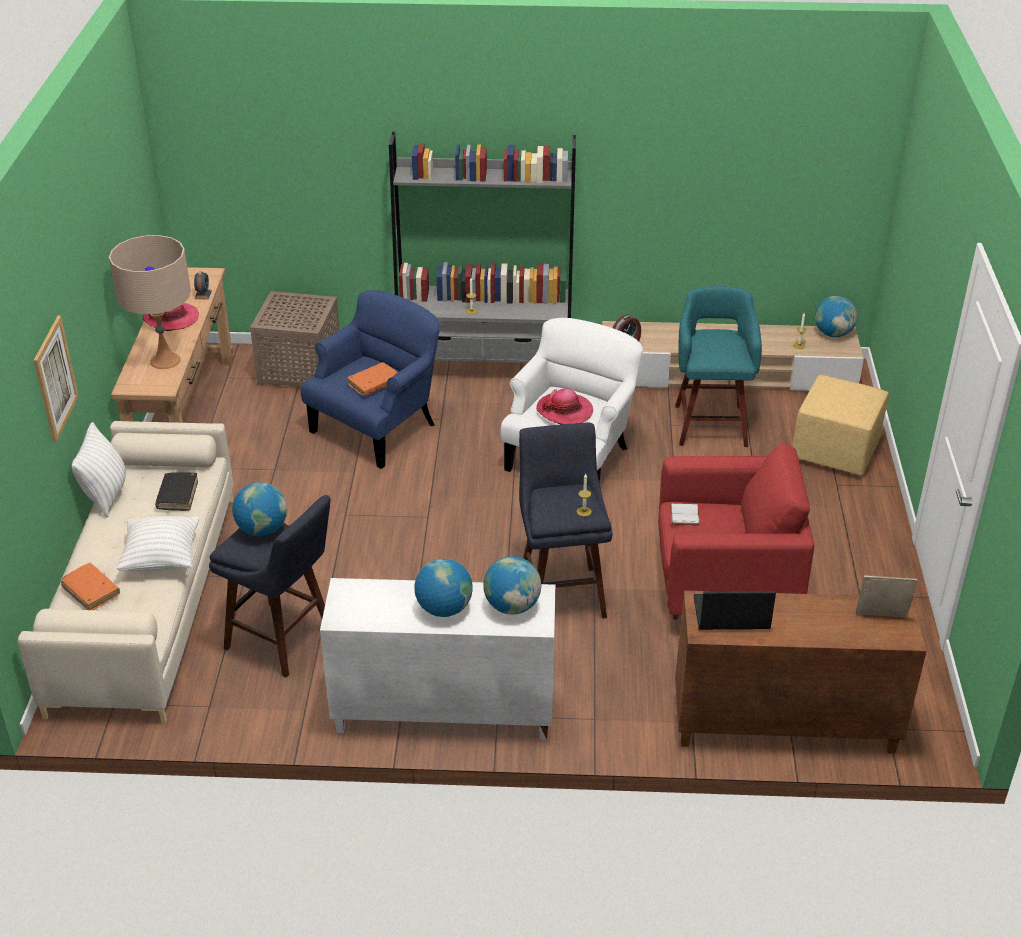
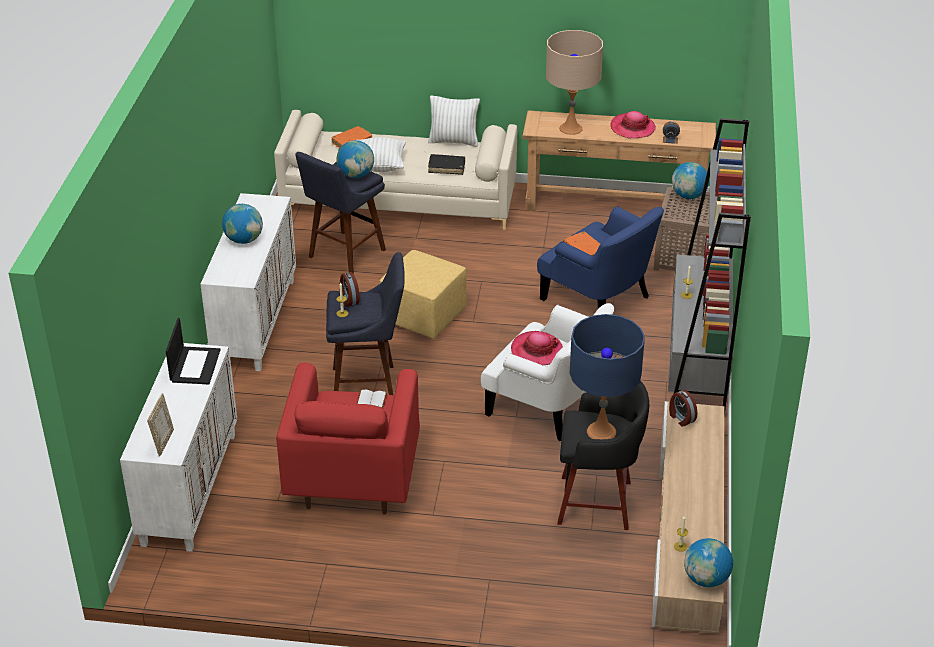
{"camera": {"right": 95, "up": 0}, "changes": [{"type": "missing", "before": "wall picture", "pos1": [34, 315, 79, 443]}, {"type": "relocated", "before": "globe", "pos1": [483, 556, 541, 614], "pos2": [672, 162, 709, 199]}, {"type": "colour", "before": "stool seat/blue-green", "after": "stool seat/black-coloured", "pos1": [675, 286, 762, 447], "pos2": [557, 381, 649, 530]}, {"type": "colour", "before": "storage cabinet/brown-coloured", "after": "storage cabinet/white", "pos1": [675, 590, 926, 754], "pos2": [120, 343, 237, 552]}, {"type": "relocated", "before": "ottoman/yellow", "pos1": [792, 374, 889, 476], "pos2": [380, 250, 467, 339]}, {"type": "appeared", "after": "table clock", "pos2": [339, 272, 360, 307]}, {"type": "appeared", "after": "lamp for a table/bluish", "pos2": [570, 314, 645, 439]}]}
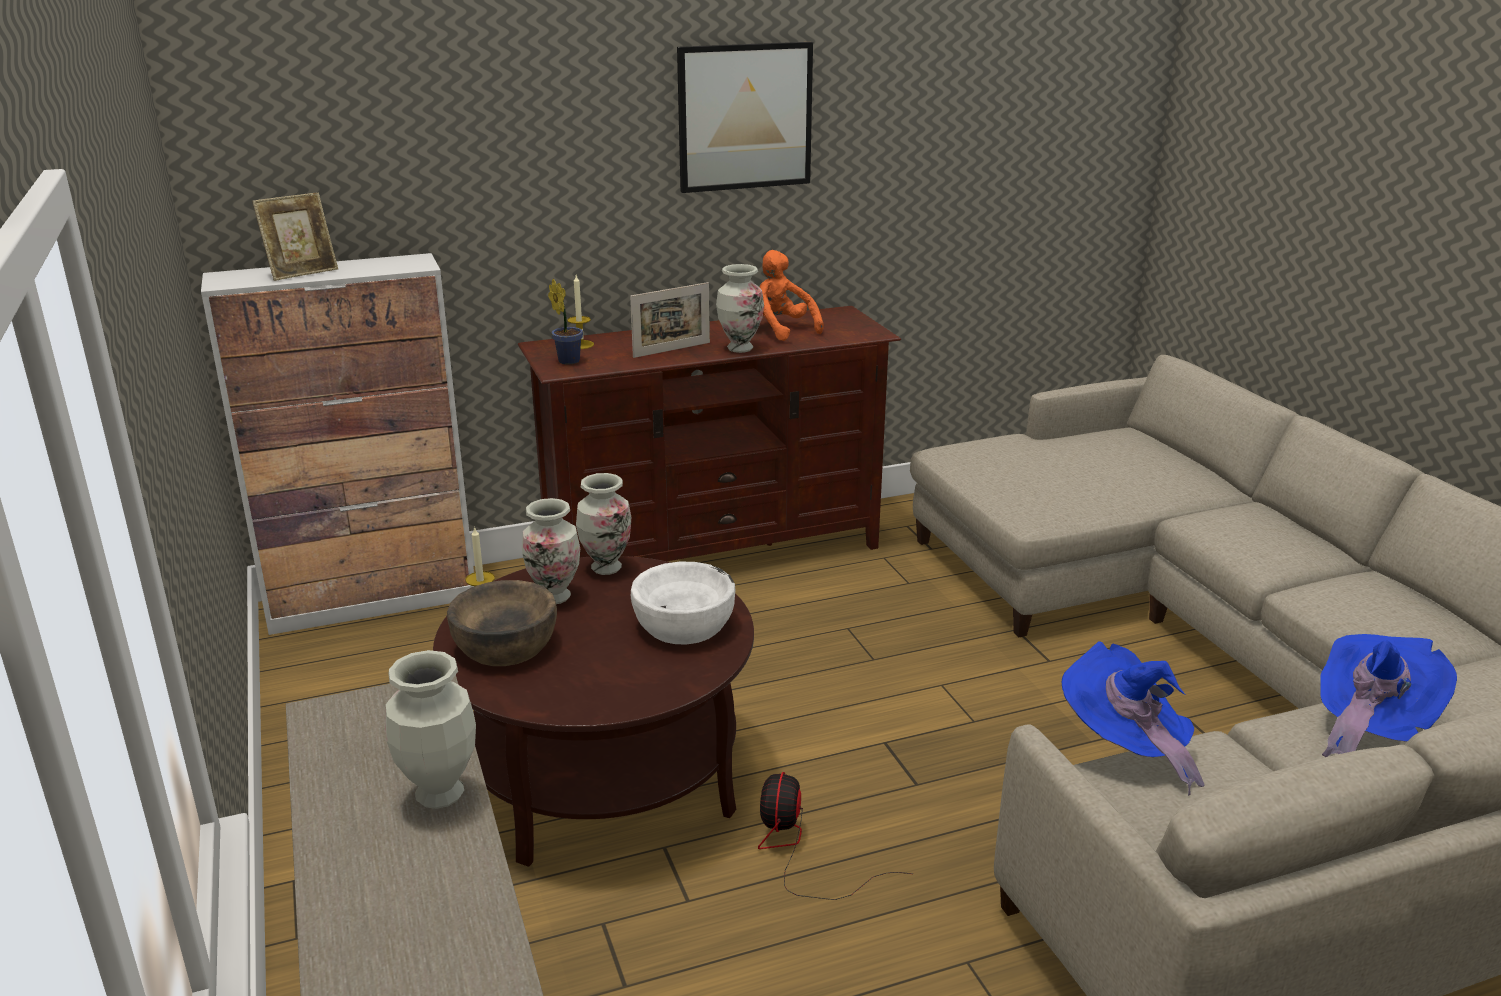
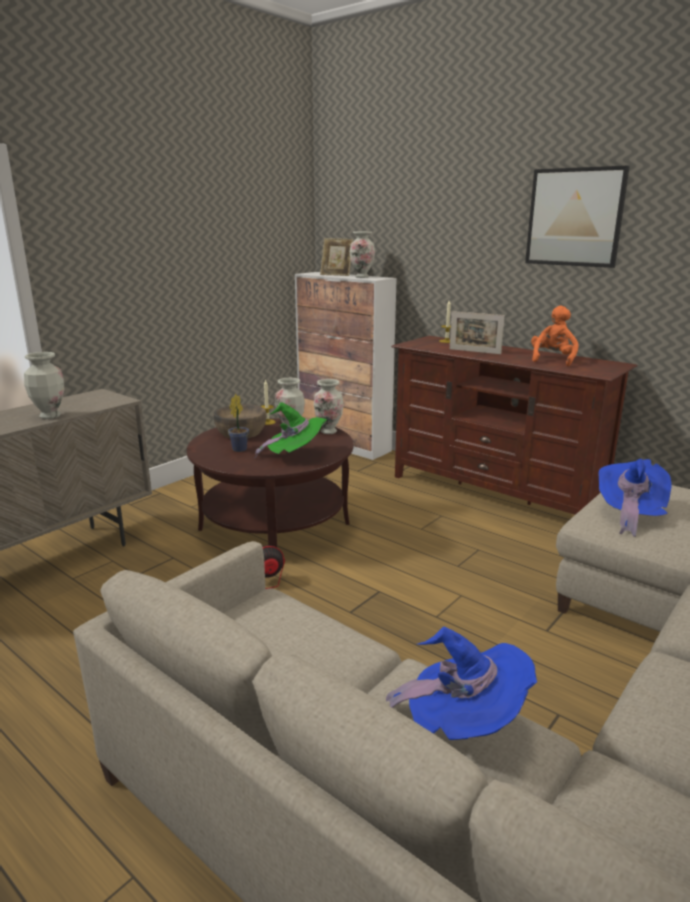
{"camera": {"right": 60, "up": -5}, "changes": [{"type": "relocated", "before": "houseplant", "pos1": [548, 279, 583, 365], "pos2": [228, 394, 249, 452]}, {"type": "exchanged", "before": "serving bowl/white", "after": "clothing hat/green-coloured", "pos1": [631, 562, 735, 644], "pos2": [254, 402, 327, 459]}, {"type": "relocated", "before": "flower vase", "pos1": [716, 264, 764, 353], "pos2": [350, 231, 375, 278]}, {"type": "relocated", "before": "clothing hat/bluish", "pos1": [1061, 641, 1205, 796], "pos2": [599, 459, 672, 537]}]}
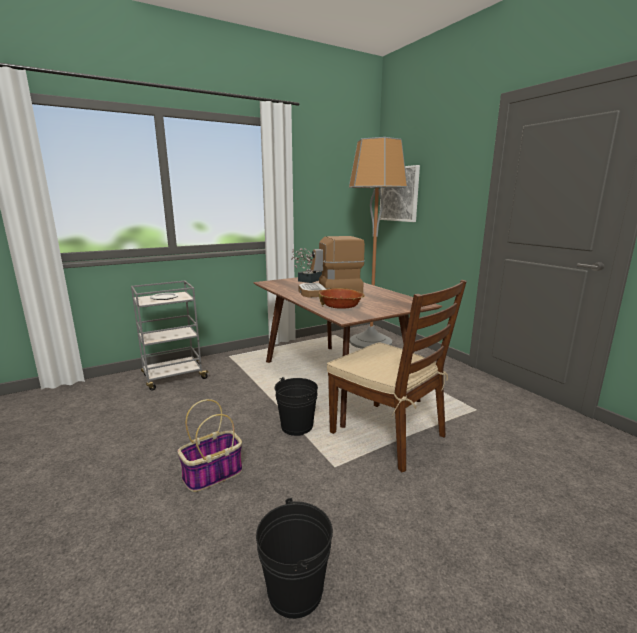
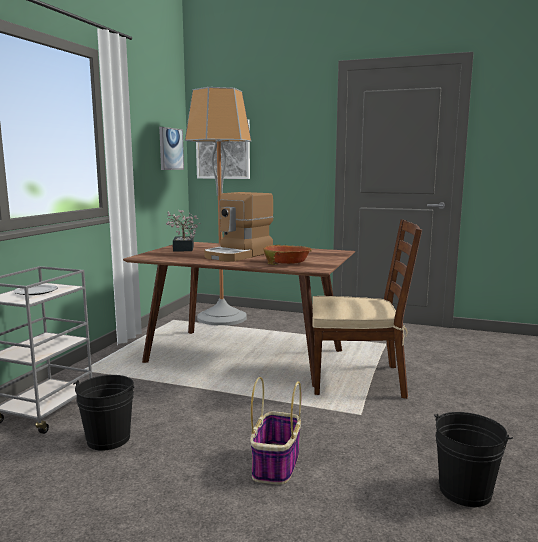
{"camera": {"right": -40, "up": -5}, "changes": [{"type": "relocated", "before": "bucket/black-coloured", "pos1": [275, 377, 318, 436], "pos2": [73, 375, 134, 451]}, {"type": "appeared", "after": "wall picture", "pos2": [159, 127, 184, 170]}]}
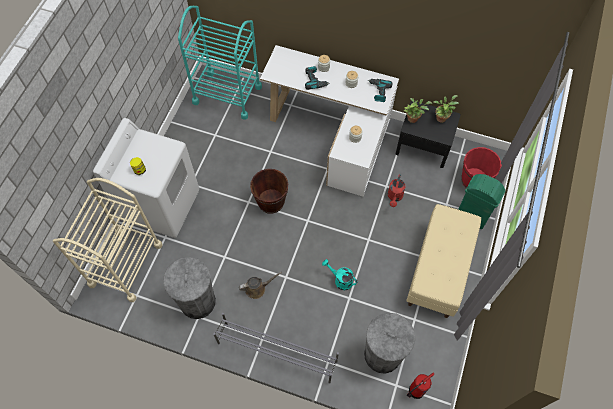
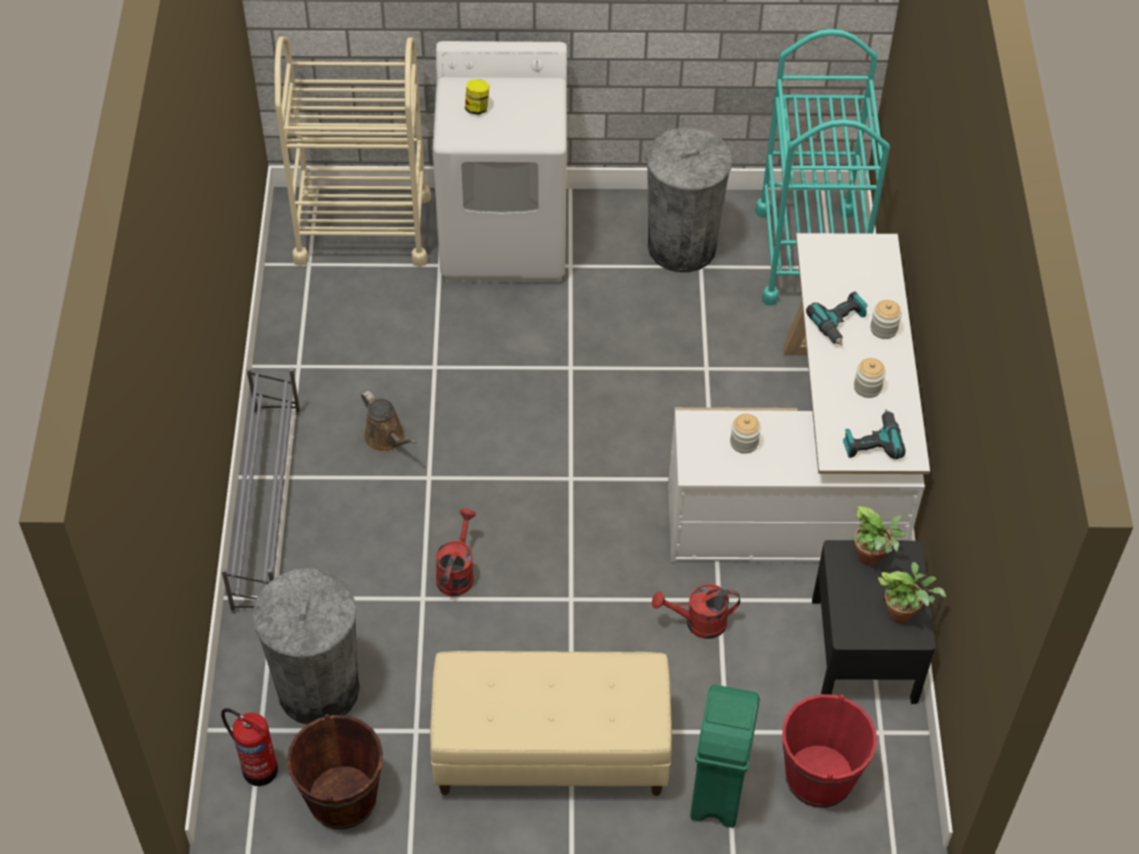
{"camera": {"right": 70, "up": -10}, "changes": [{"type": "relocated", "before": "trash can/gray", "pos1": [163, 257, 216, 319], "pos2": [646, 127, 733, 273]}, {"type": "relocated", "before": "bucket/brown-coloured", "pos1": [250, 169, 288, 214], "pos2": [287, 714, 383, 829]}, {"type": "colour", "before": "watering can/blue-green", "after": "watering can/reddish", "pos1": [322, 259, 358, 290], "pos2": [435, 509, 476, 596]}]}
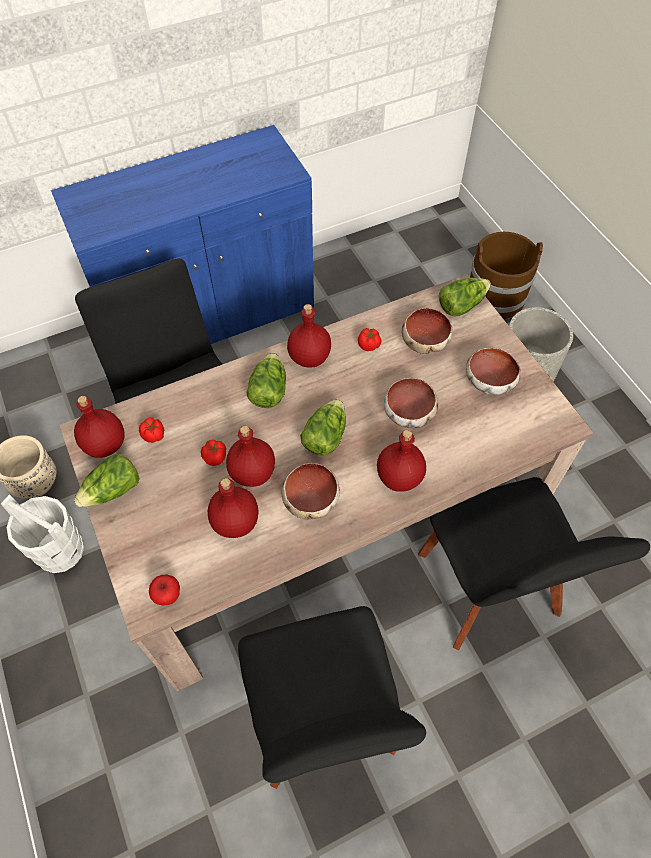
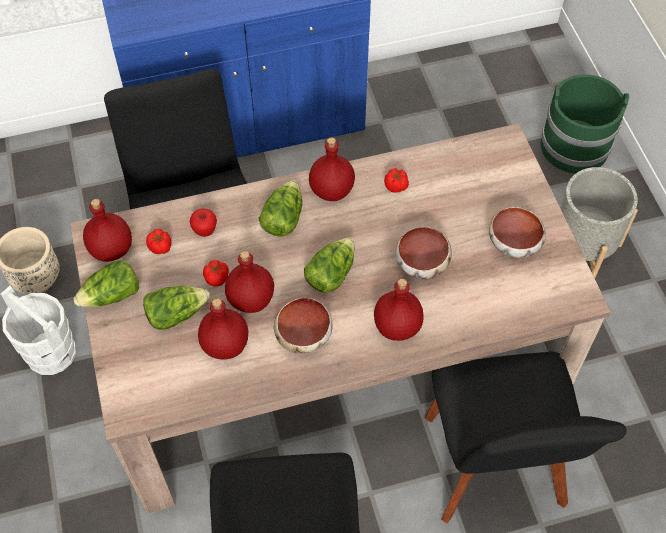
{"camera": {"right": 10, "up": 0}, "changes": [{"type": "relocated", "before": "apple fruit", "pos1": [149, 575, 180, 606], "pos2": [190, 208, 217, 237]}, {"type": "missing", "before": "serving bowl", "pos1": [402, 308, 453, 354]}, {"type": "relocated", "before": "lettuce", "pos1": [438, 278, 491, 316], "pos2": [143, 286, 210, 330]}, {"type": "colour", "before": "bucket/brown-coloured", "after": "bucket/green-coloured", "pos1": [470, 232, 543, 319], "pos2": [541, 74, 629, 173]}]}
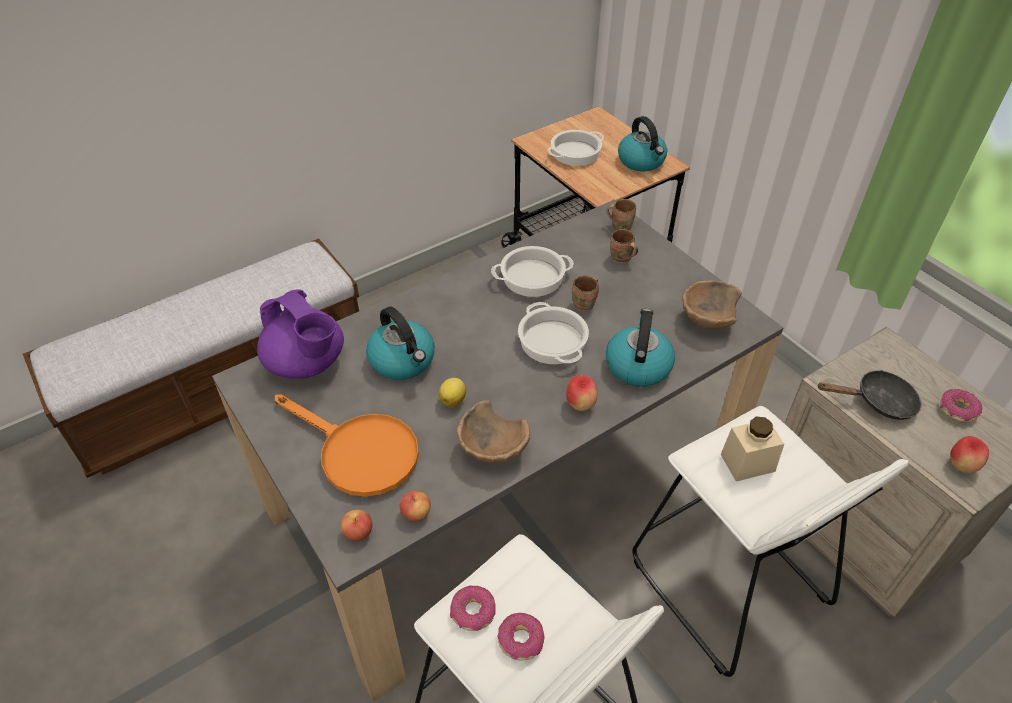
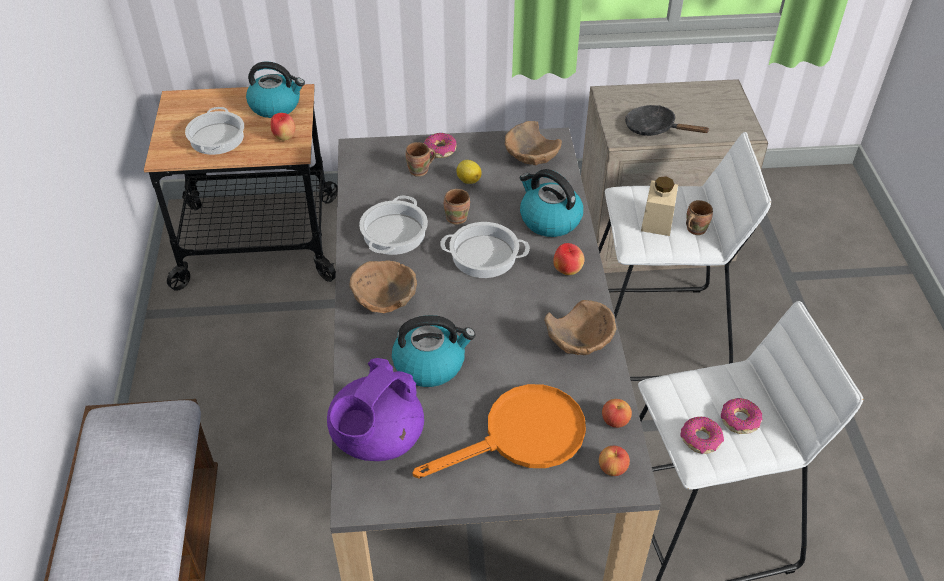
{"camera": {"right": -60, "up": 0}, "changes": [{"type": "spun", "before": "pot for tea/purple", "pos1": [257, 290, 344, 379], "pos2": [327, 358, 424, 461], "turn": 135}, {"type": "relocated", "before": "citrus fruit", "pos1": [438, 378, 466, 407], "pos2": [456, 160, 481, 184]}, {"type": "relocated", "before": "mug/brown-coloured", "pos1": [607, 199, 636, 231], "pos2": [686, 200, 713, 235]}, {"type": "spun", "before": "skillet/black-coloured", "pos1": [817, 370, 922, 420], "pos2": [625, 105, 710, 136], "turn": -90}, {"type": "relocated", "before": "ring doughnut", "pos1": [940, 389, 982, 422], "pos2": [424, 133, 457, 158]}, {"type": "relocated", "before": "apple fruit", "pos1": [950, 436, 989, 473], "pos2": [270, 113, 295, 141]}, {"type": "appeared", "after": "serving bowl/brown-coloured", "pos2": [350, 261, 417, 313]}]}
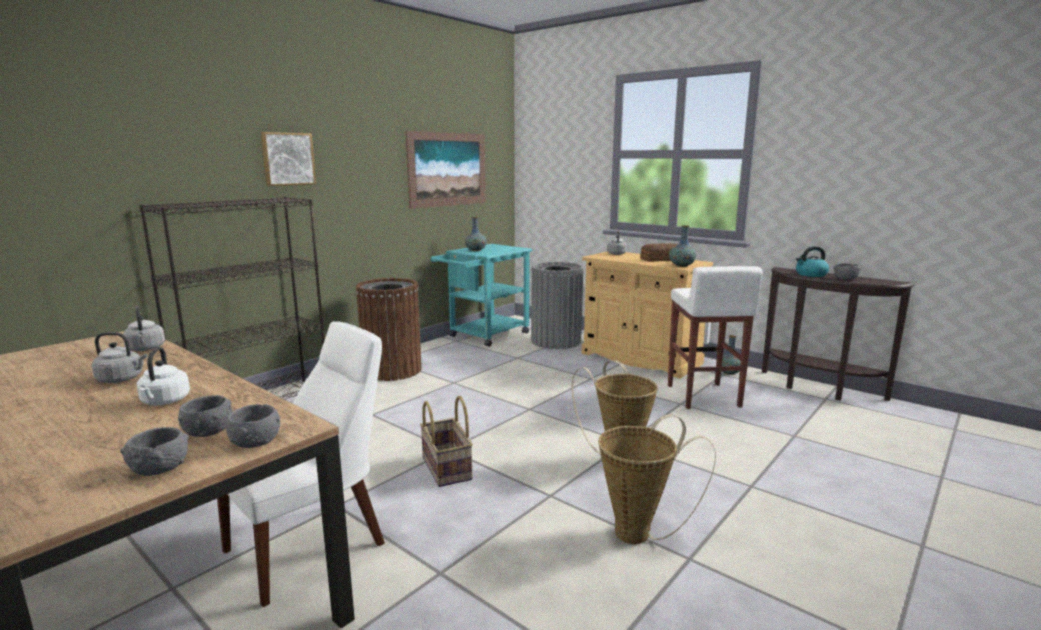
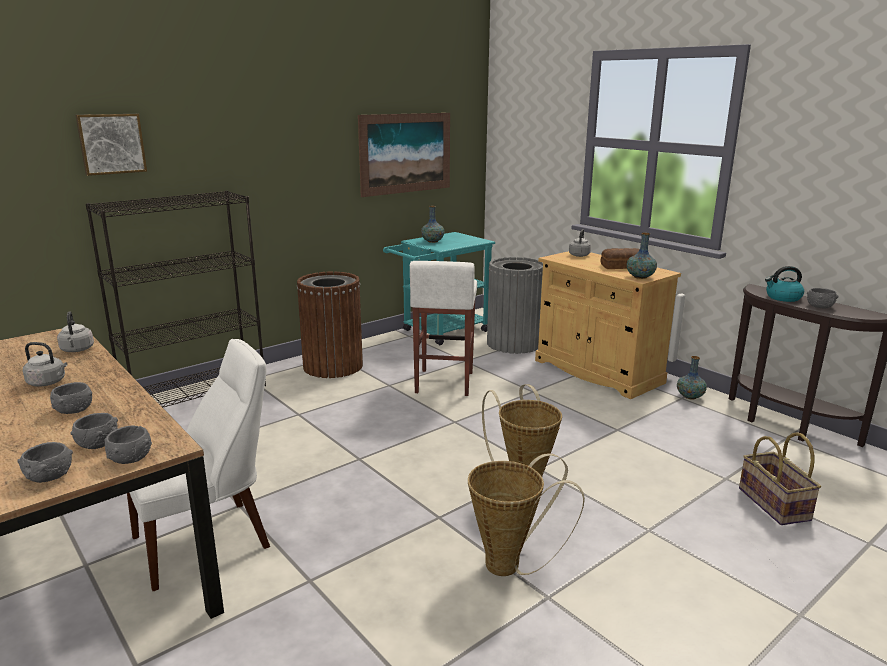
{"camera": {"right": 10, "up": 5}, "changes": [{"type": "exchanged", "before": "water kettle/white", "after": "serving bowl/gray", "pos1": [137, 347, 190, 406], "pos2": [50, 382, 92, 414]}, {"type": "relocated", "before": "wall picture", "pos1": [261, 132, 316, 186], "pos2": [75, 114, 147, 176]}, {"type": "relocated", "before": "basket", "pos1": [420, 396, 473, 487], "pos2": [739, 432, 821, 525]}, {"type": "relocated", "before": "stool seat/white", "pos1": [668, 266, 763, 409], "pos2": [410, 261, 477, 396]}]}
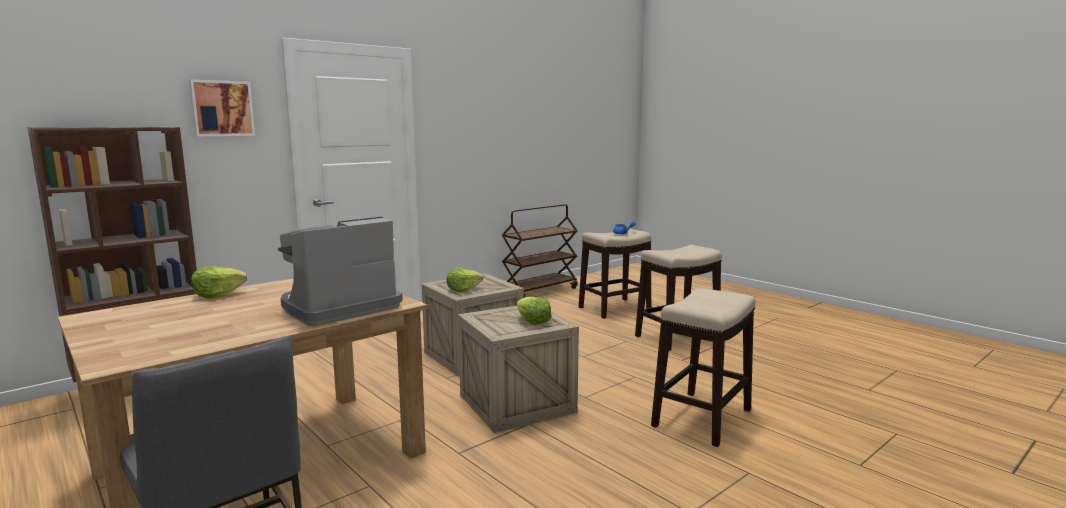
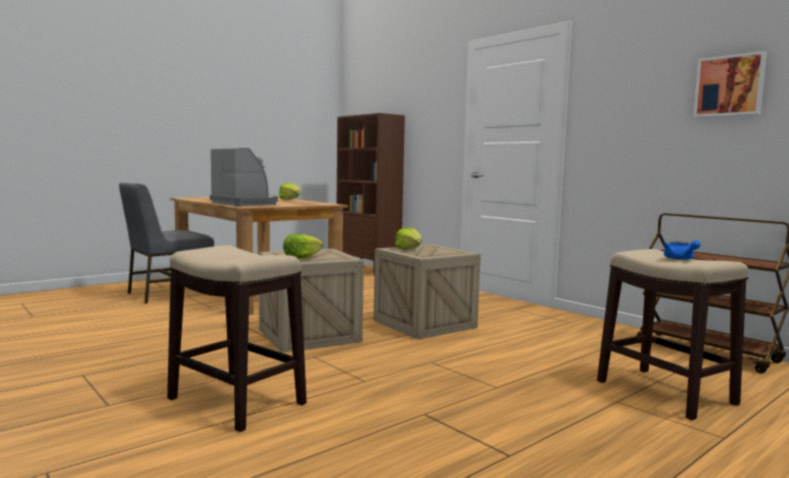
{"camera": {"right": 90, "up": -5}, "changes": [{"type": "relocated", "before": "wall picture", "pos1": [189, 79, 255, 136], "pos2": [694, 51, 767, 118]}, {"type": "missing", "before": "stool seat", "pos1": [635, 245, 722, 351]}]}
